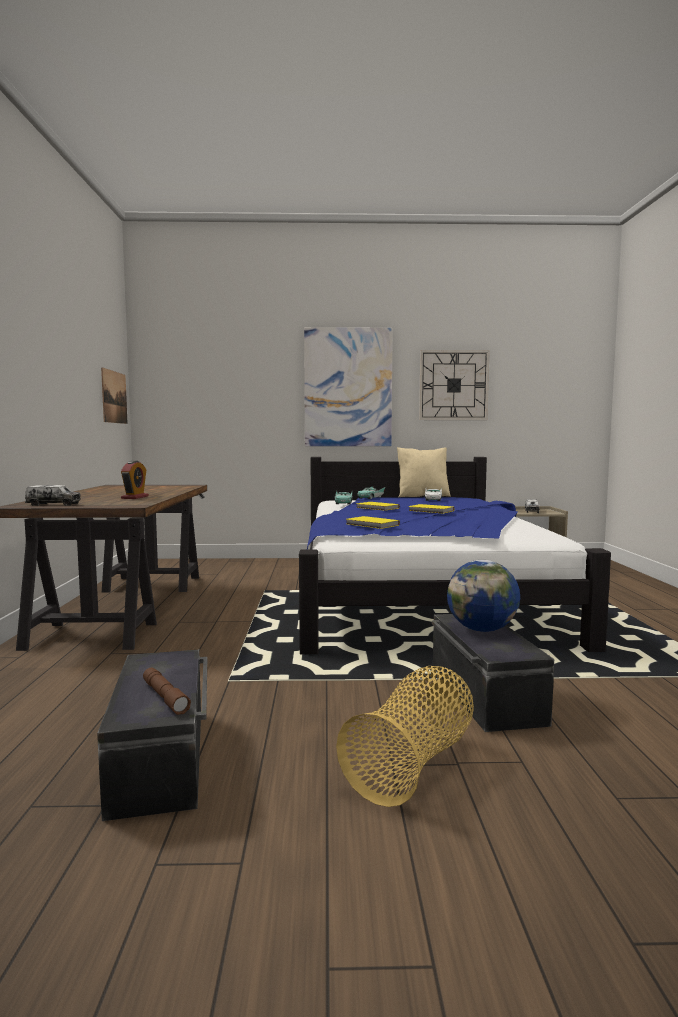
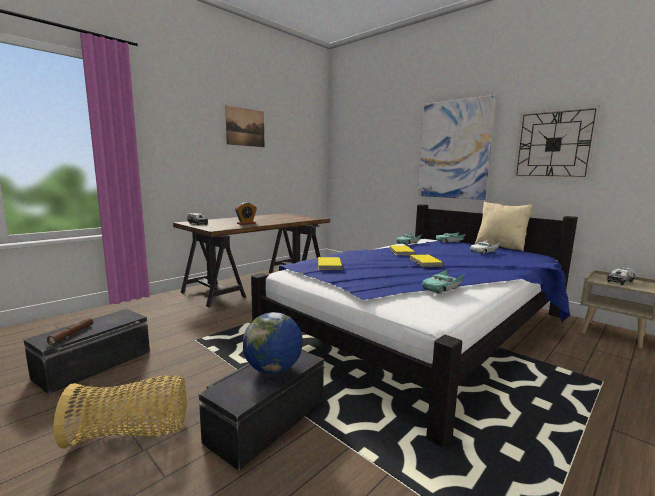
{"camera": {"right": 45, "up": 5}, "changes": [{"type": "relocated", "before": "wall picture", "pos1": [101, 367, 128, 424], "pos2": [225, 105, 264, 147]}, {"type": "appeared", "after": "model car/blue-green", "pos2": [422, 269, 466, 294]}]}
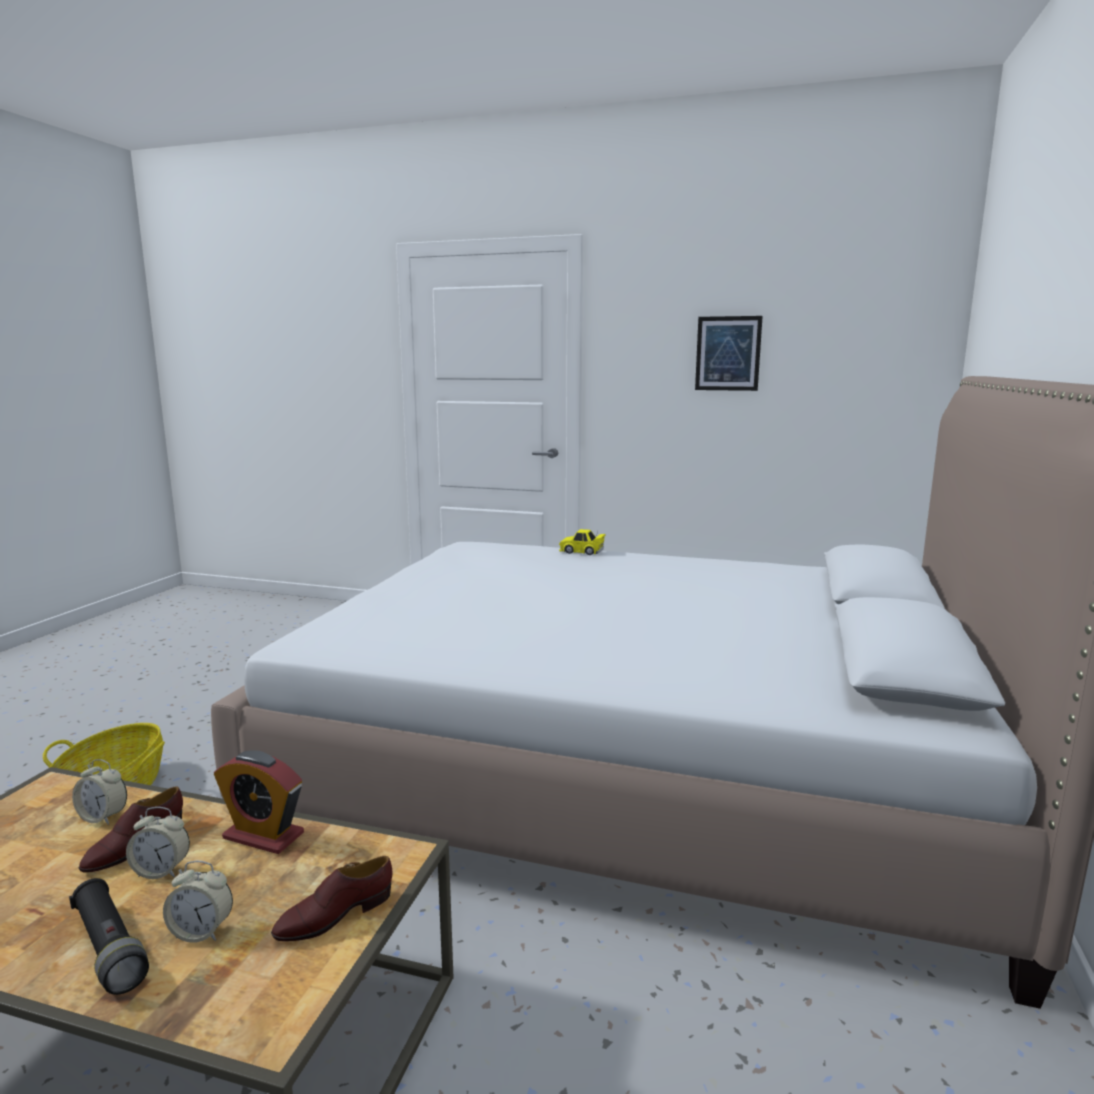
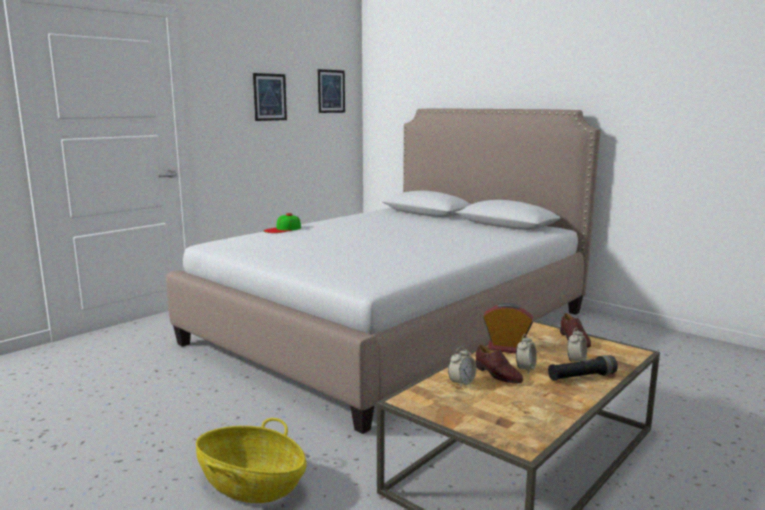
{"camera": {"right": -65, "up": 0}, "changes": [{"type": "spun", "before": "table clock", "pos1": [214, 750, 304, 854], "pos2": [483, 303, 533, 353], "turn": -120}, {"type": "exchanged", "before": "model car/yellow", "after": "baseball cap", "pos1": [559, 529, 606, 555], "pos2": [264, 213, 301, 233]}, {"type": "appeared", "after": "wall picture", "pos2": [318, 69, 345, 113]}]}
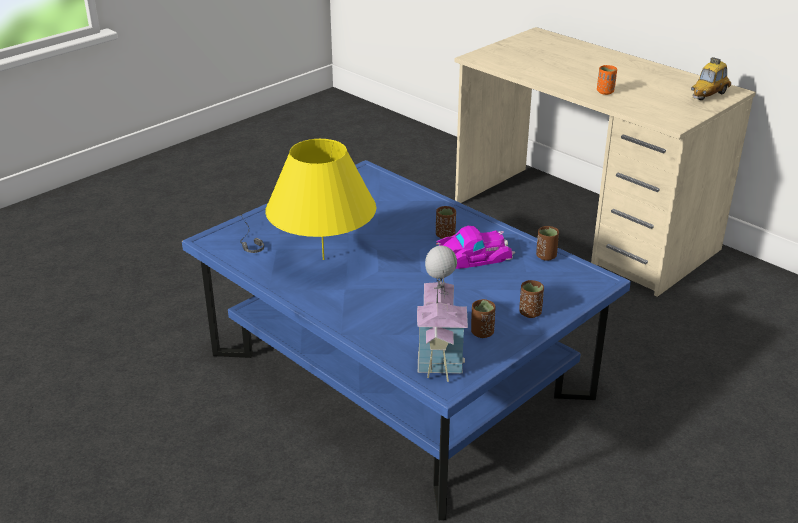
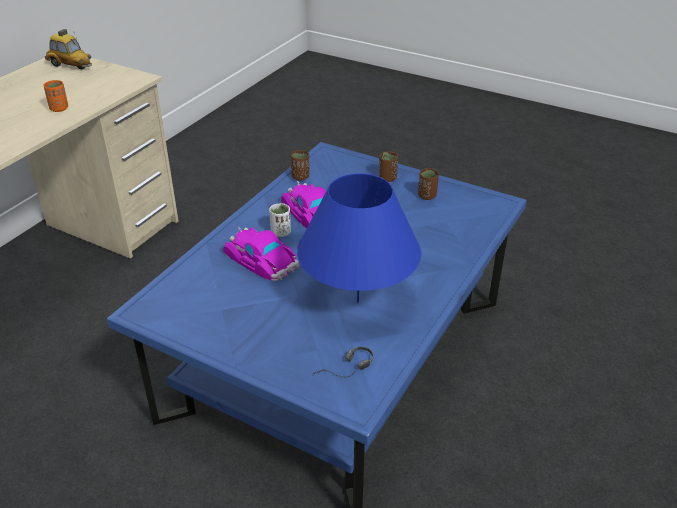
{"camera": {"right": -105, "up": 5}, "changes": [{"type": "colour", "before": "lamp for a table/yellow", "after": "lamp for a table/bluish", "pos1": [265, 139, 376, 260], "pos2": [297, 173, 421, 302]}, {"type": "missing", "before": "toy house", "pos1": [417, 246, 468, 382]}, {"type": "colour", "before": "drinking cup/brown-coloured", "after": "drinking cup/white", "pos1": [436, 206, 456, 239], "pos2": [269, 203, 291, 237]}, {"type": "appeared", "after": "model car", "pos2": [223, 227, 300, 281]}]}
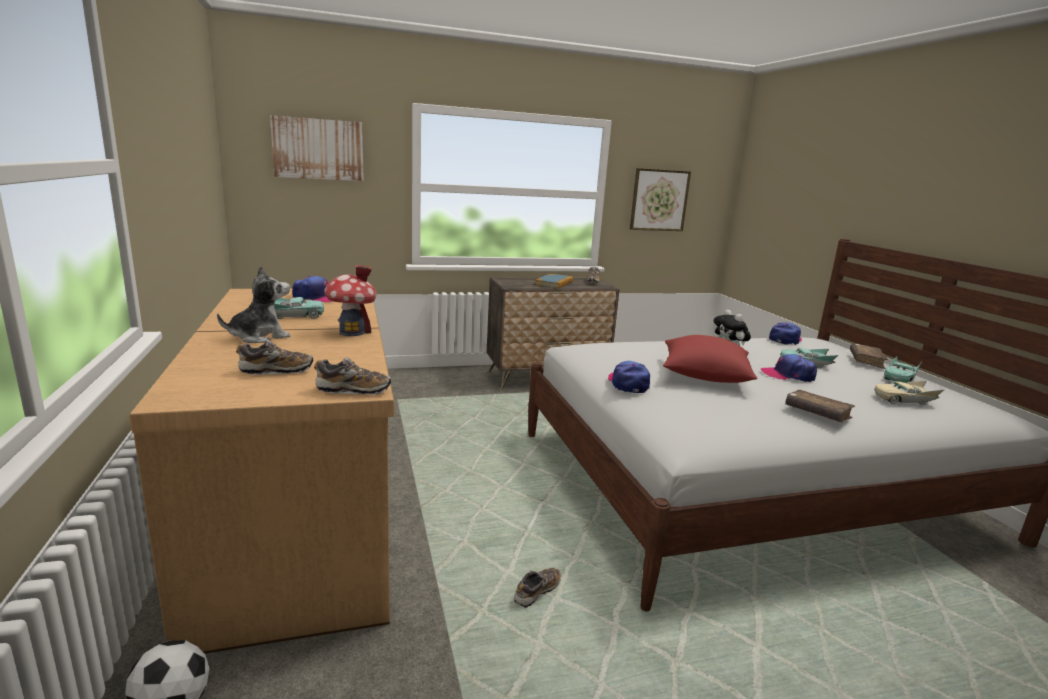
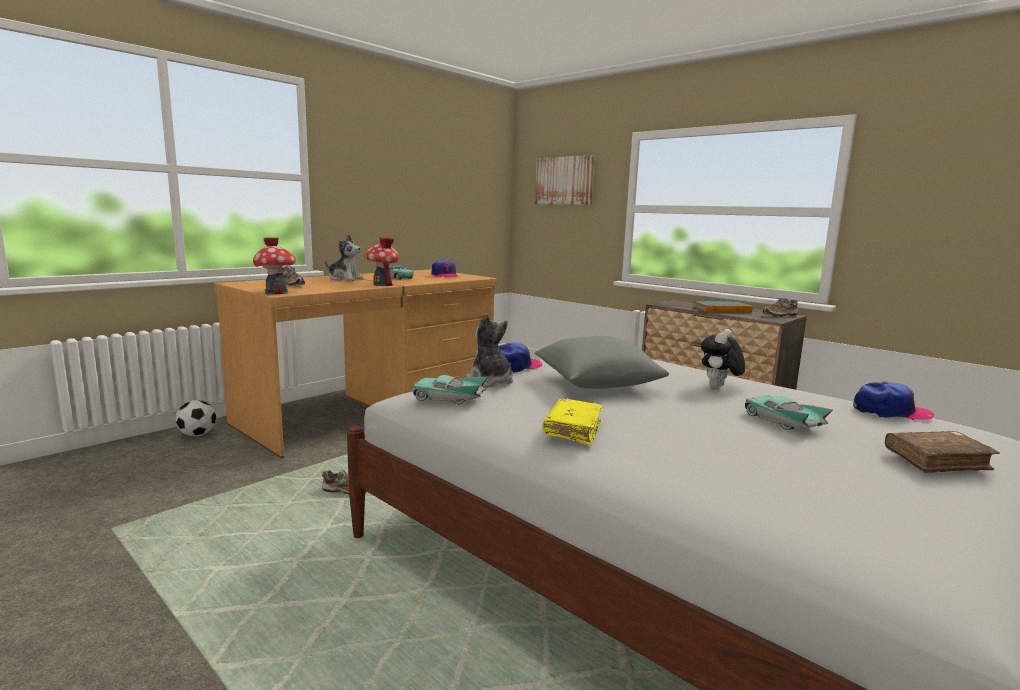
{"camera": {"right": 60, "up": -5}, "changes": [{"type": "exchanged", "before": "item of footwear", "after": "toy house", "pos1": [314, 357, 392, 395], "pos2": [253, 238, 296, 294]}, {"type": "missing", "before": "wall picture", "pos1": [630, 168, 691, 231]}, {"type": "colour", "before": "cushion/reddish", "after": "cushion/gray", "pos1": [663, 335, 757, 383], "pos2": [534, 336, 669, 389]}, {"type": "missing", "before": "baseball cap", "pos1": [761, 354, 817, 382]}, {"type": "colour", "before": "book/brown-coloured", "after": "book/yellow", "pos1": [785, 390, 855, 422], "pos2": [542, 398, 603, 446]}, {"type": "missing", "before": "model car/beige-coloured", "pos1": [874, 381, 944, 405]}, {"type": "relocated", "before": "model car/blue-green", "pos1": [884, 356, 921, 383], "pos2": [412, 375, 488, 404]}, {"type": "appeared", "after": "cuddly toy", "pos2": [466, 313, 513, 388]}]}
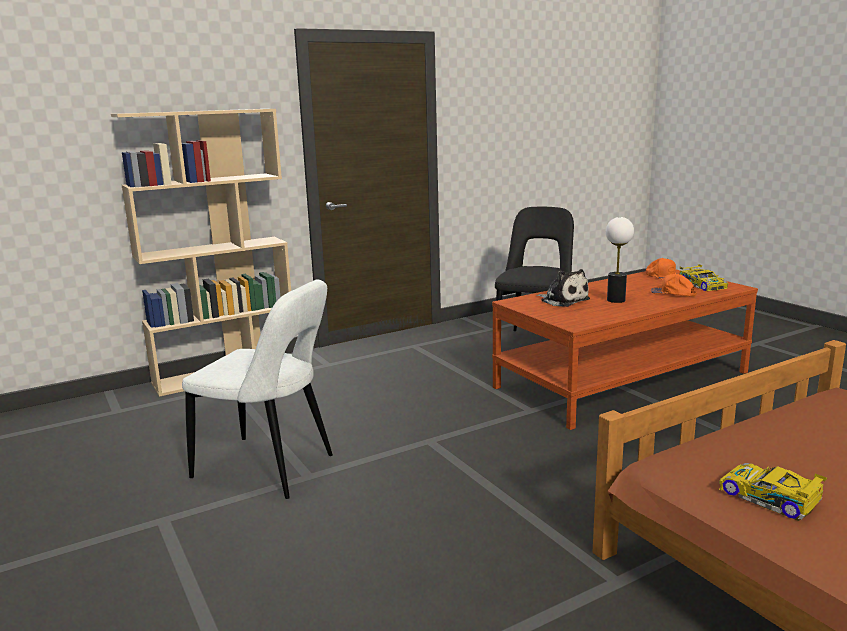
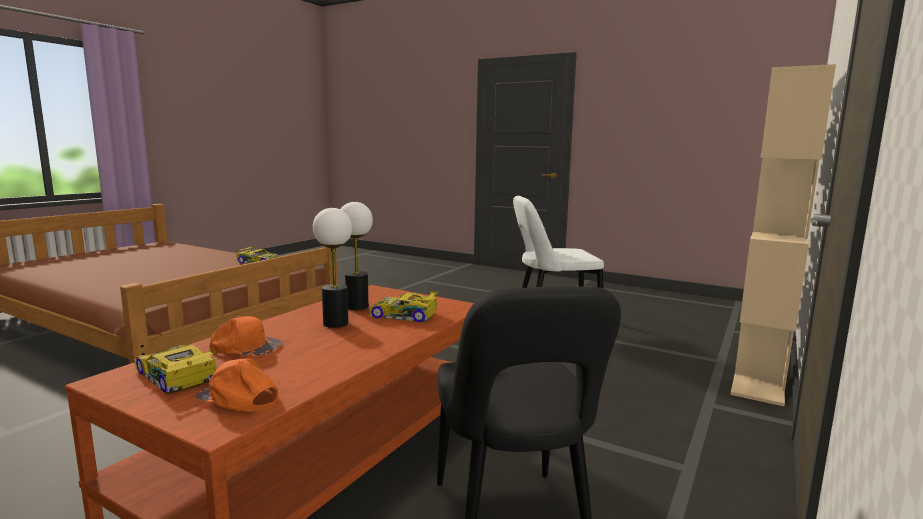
{"camera": {"right": 150, "up": -5}, "changes": [{"type": "exchanged", "before": "cuddly toy", "after": "model car", "pos1": [536, 269, 590, 307], "pos2": [369, 291, 438, 322]}, {"type": "appeared", "after": "lamp for a table", "pos2": [340, 202, 373, 310]}]}
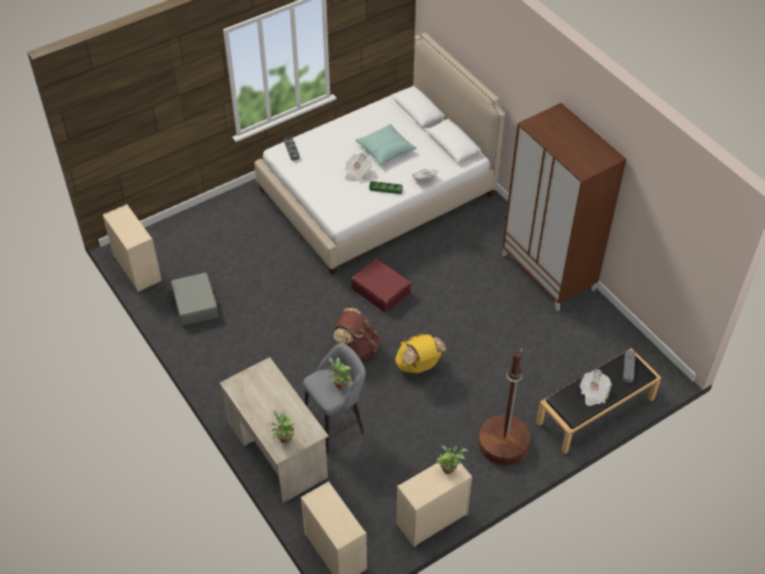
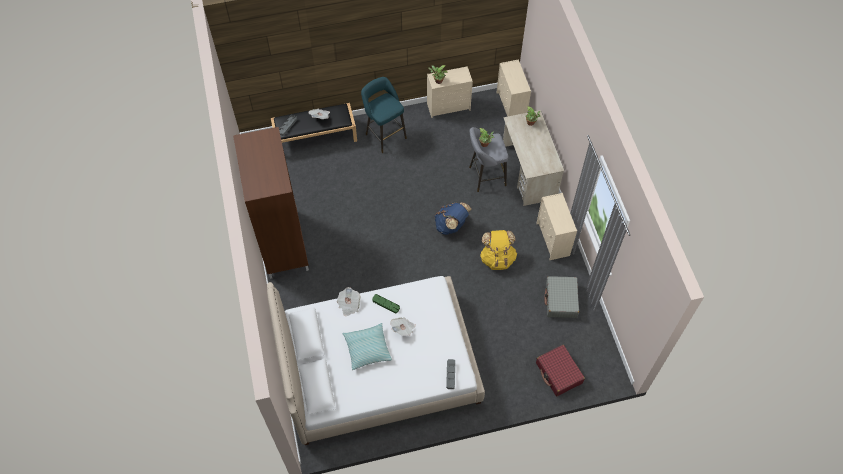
{"camera": {"right": -160, "up": 10}, "changes": [{"type": "relocated", "before": "drawer chest/beige-coloured", "pos1": [103, 204, 162, 292], "pos2": [536, 193, 577, 260]}, {"type": "colour", "before": "knapsack/brown-coloured", "after": "knapsack/bluish", "pos1": [334, 308, 381, 361], "pos2": [435, 202, 472, 235]}, {"type": "relocated", "before": "piece of luggage/reddish", "pos1": [351, 258, 411, 313], "pos2": [536, 345, 585, 396]}, {"type": "relocated", "before": "knapsack/yellow", "pos1": [395, 333, 446, 373], "pos2": [480, 230, 517, 270]}, {"type": "exchanged", "before": "floor lamp/brown-coloured", "after": "stool seat/blue-green", "pos1": [478, 348, 530, 465], "pos2": [361, 77, 407, 153]}]}
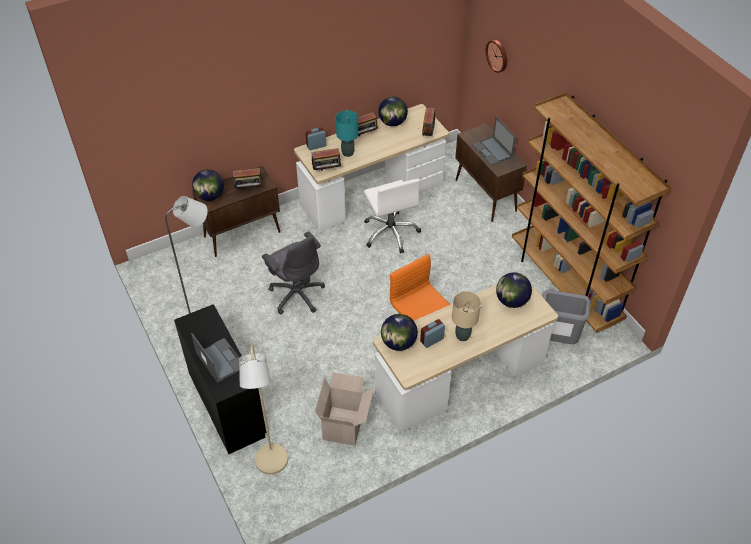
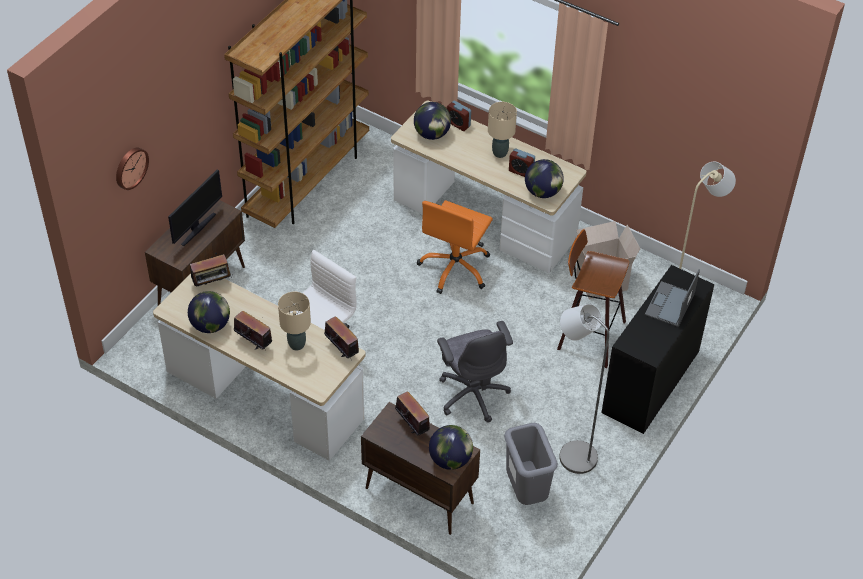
{"camera": {"right": -120, "up": 0}, "changes": [{"type": "spun", "before": "computer chair/gray", "pos1": [262, 232, 325, 315], "pos2": [437, 321, 513, 423], "turn": 135}, {"type": "relocated", "before": "table clock", "pos1": [306, 128, 326, 150], "pos2": [447, 101, 471, 131]}, {"type": "colour", "before": "lamp for a table/blue-green", "after": "lamp for a table/beige-coloured", "pos1": [336, 110, 359, 157], "pos2": [278, 292, 311, 350]}, {"type": "exchanged", "before": "laptop", "after": "computer display", "pos1": [472, 117, 516, 165], "pos2": [168, 169, 222, 246]}, {"type": "relocated", "before": "trash can/gray", "pos1": [542, 290, 591, 344], "pos2": [504, 423, 558, 505]}, {"type": "appeared", "after": "stool seat", "pos2": [557, 229, 629, 368]}]}
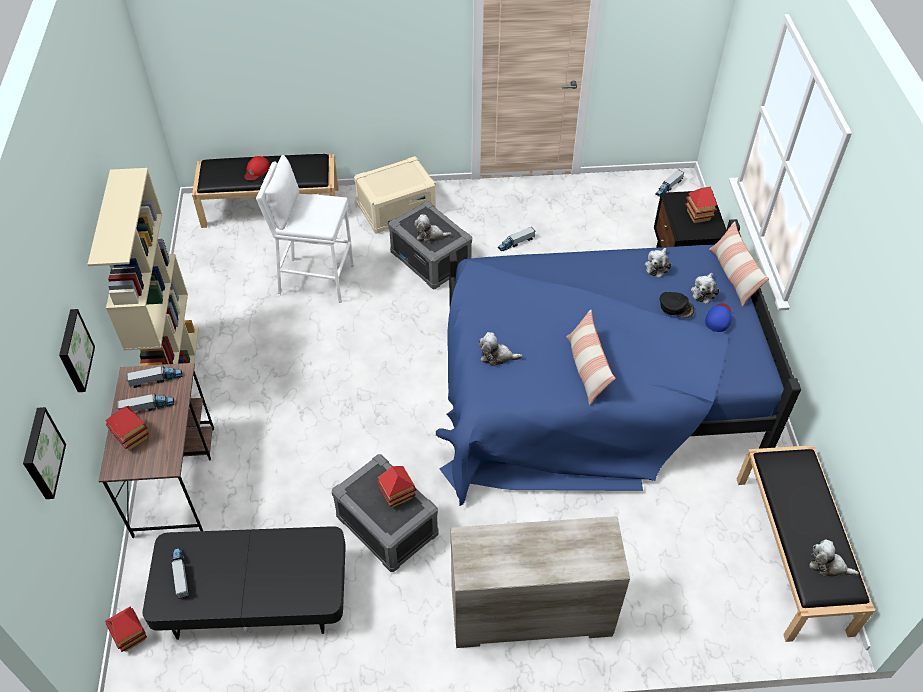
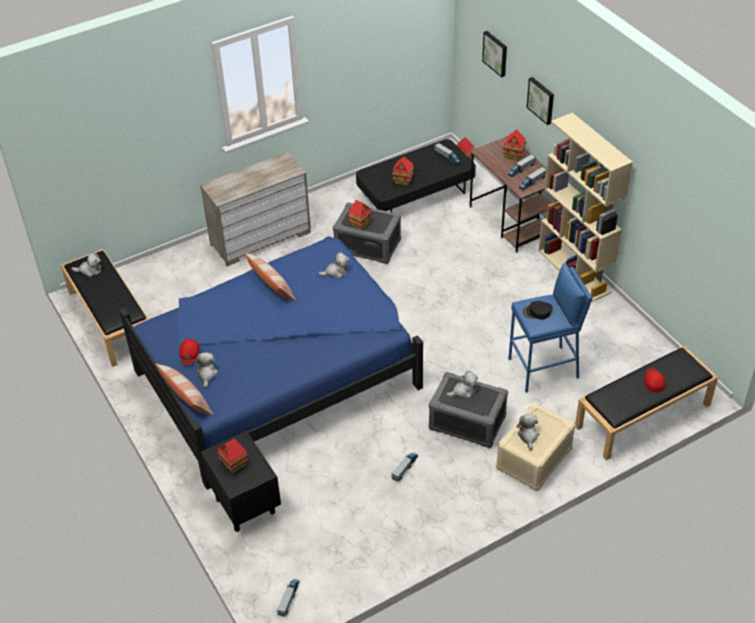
{"camera": {"right": 155, "up": -5}, "changes": [{"type": "colour", "before": "stool seat/white", "after": "stool seat/bluish", "pos1": [256, 155, 354, 303], "pos2": [508, 263, 592, 393]}, {"type": "relocated", "before": "cuddly toy", "pos1": [645, 248, 672, 278], "pos2": [516, 414, 539, 450]}, {"type": "relocated", "before": "baseball cap/black-coloured", "pos1": [660, 292, 694, 318], "pos2": [523, 301, 553, 320]}, {"type": "colour", "before": "baseball cap/bluish", "after": "baseball cap/reddish", "pos1": [705, 303, 732, 332], "pos2": [179, 339, 200, 365]}, {"type": "appeared", "after": "toy house", "pos2": [392, 156, 414, 186]}]}
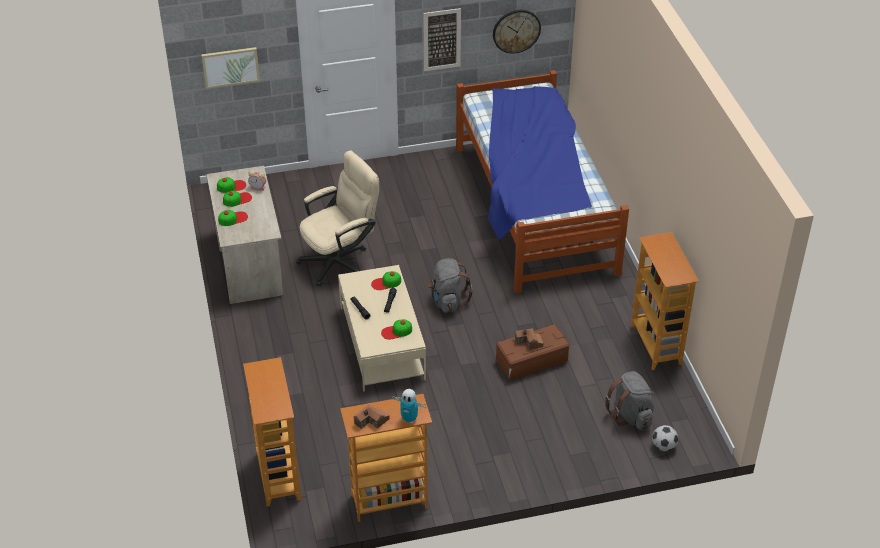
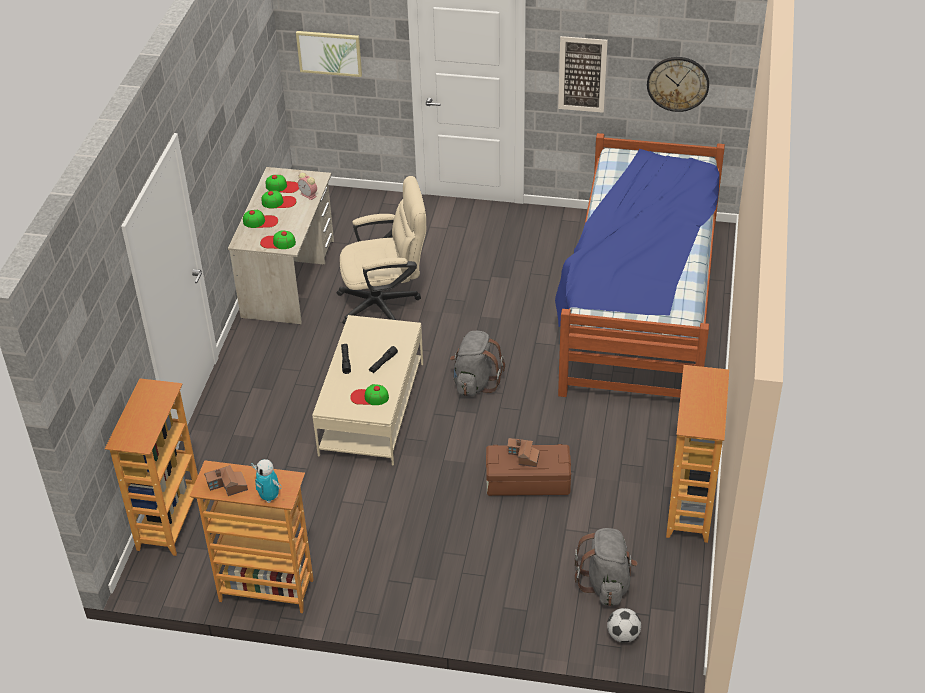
{"camera": {"right": 25, "up": 0}, "changes": [{"type": "relocated", "before": "baseball cap", "pos1": [371, 271, 401, 290], "pos2": [260, 230, 296, 249]}]}
